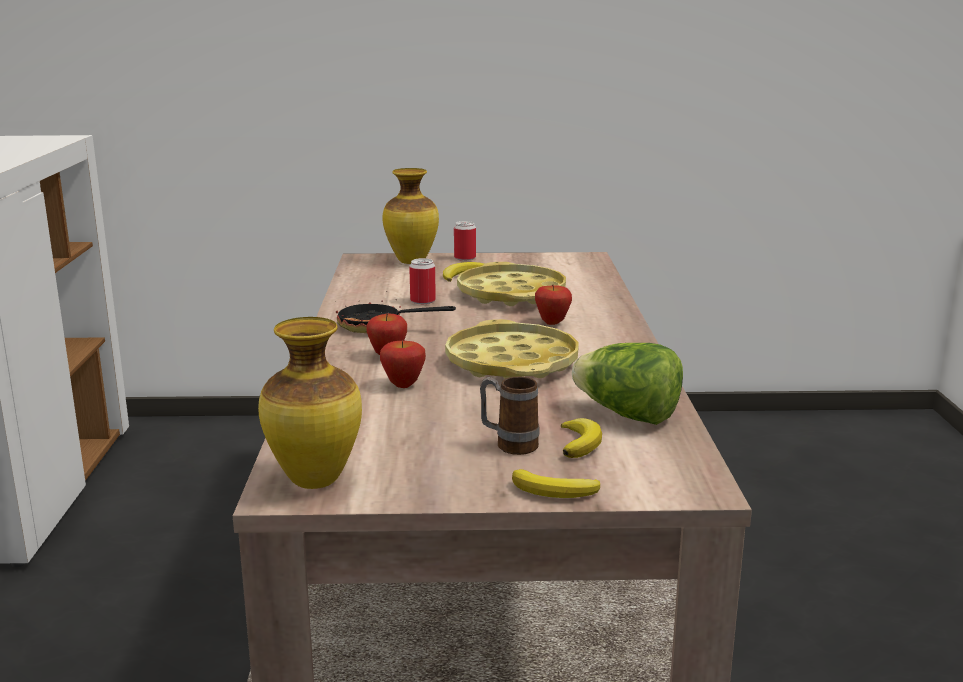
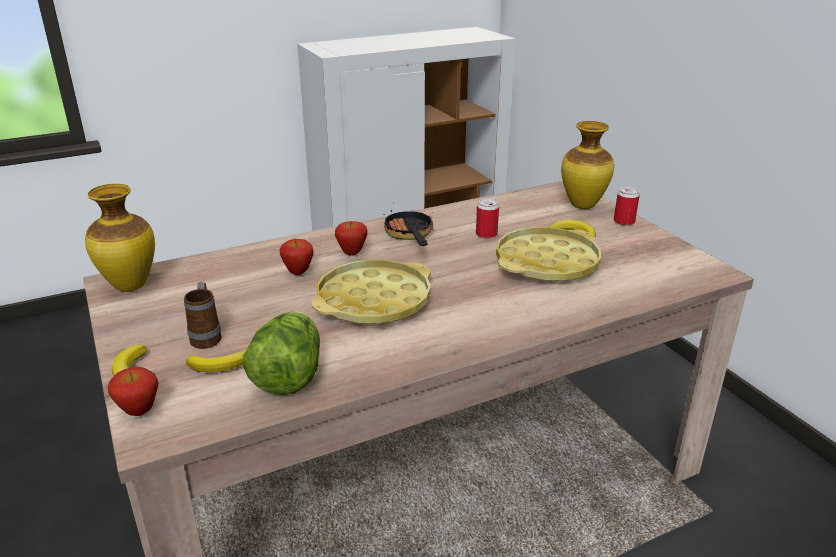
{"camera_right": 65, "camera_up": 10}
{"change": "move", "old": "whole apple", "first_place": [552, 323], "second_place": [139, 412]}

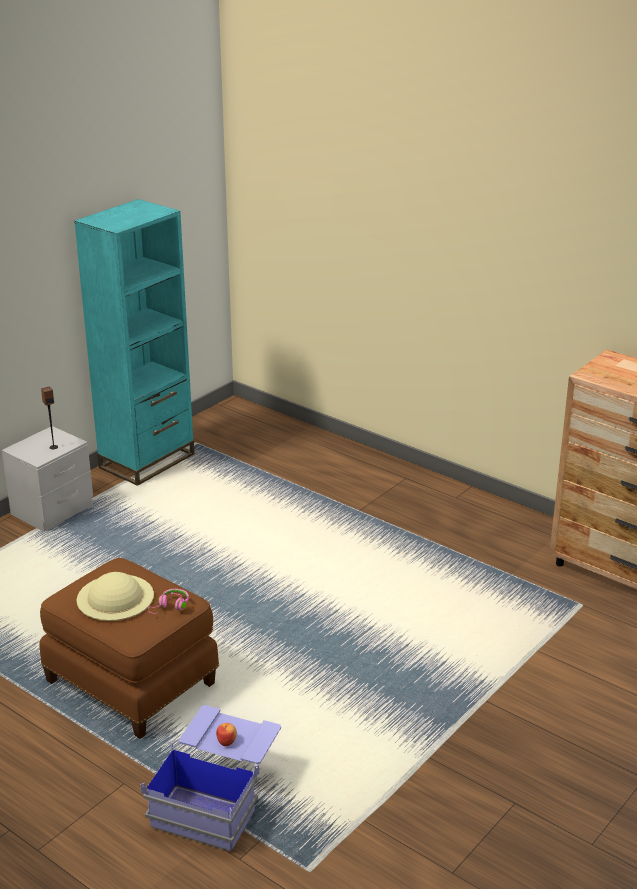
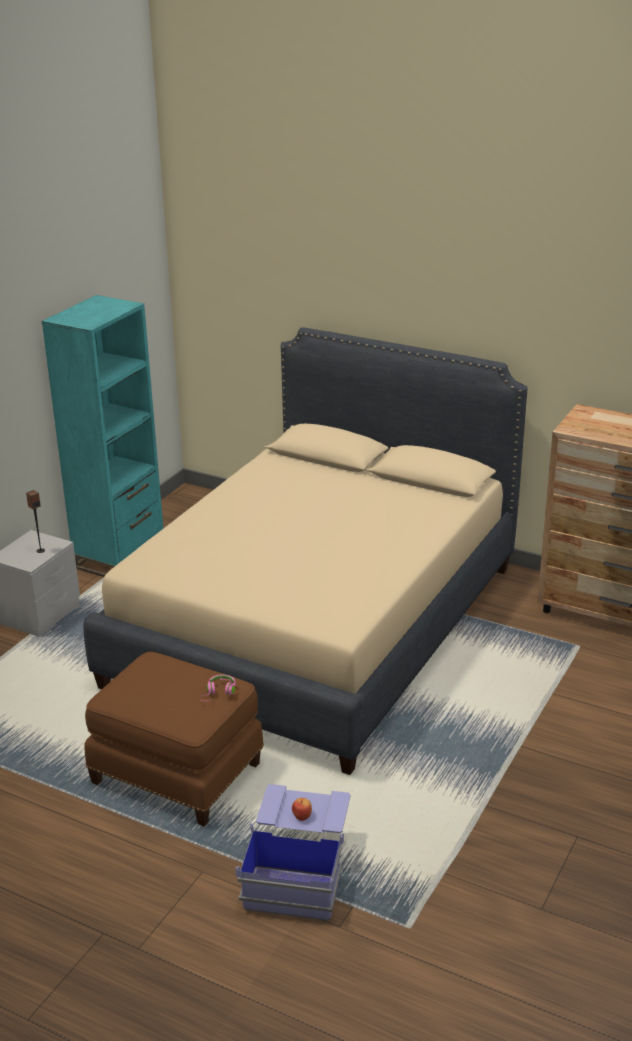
{"camera_right": -10, "camera_up": 0}
{"change": "delete", "old": "hat (sand-coloured)", "first_place": [115, 597]}
{"change": "insert", "new": "bed (sand-coloured)", "second_place": [318, 624]}

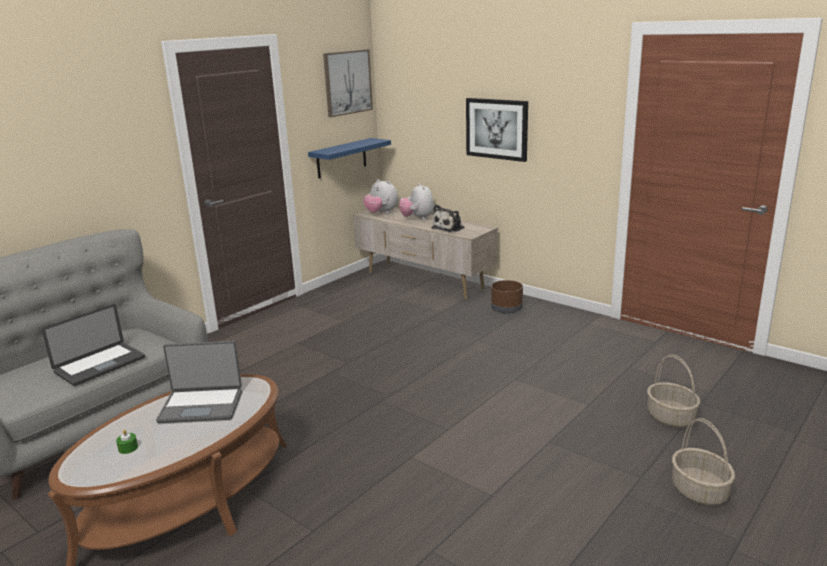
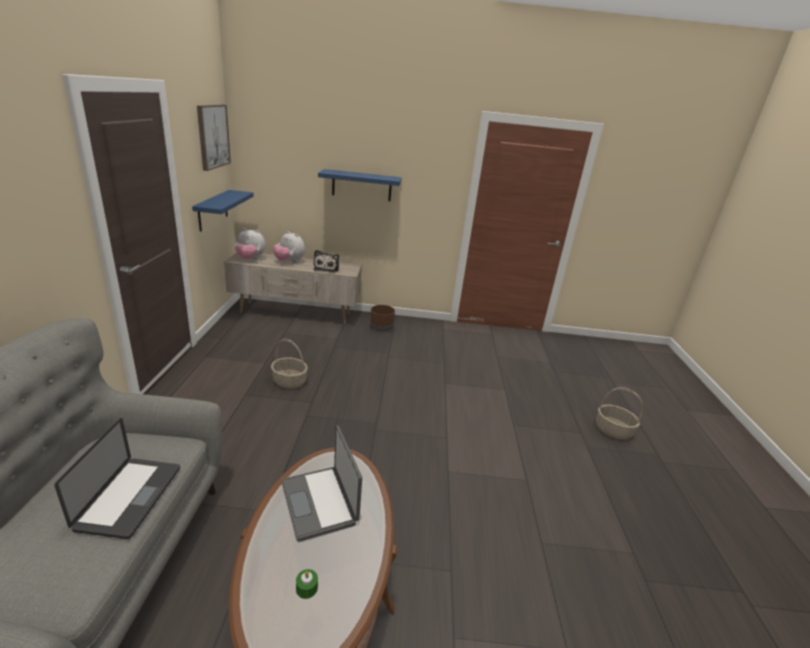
{"camera_right": -40, "camera_up": 5}
{"change": "rotate", "old": "notebook computer", "first_place": [202, 405], "second_place": [320, 502], "degrees": 105}
{"change": "replace", "old": "picture", "new": "wall shelf (bluish)", "first_place": [497, 129], "second_place": [361, 185]}
{"change": "move", "old": "household basket", "first_place": [671, 418], "second_place": [290, 381]}

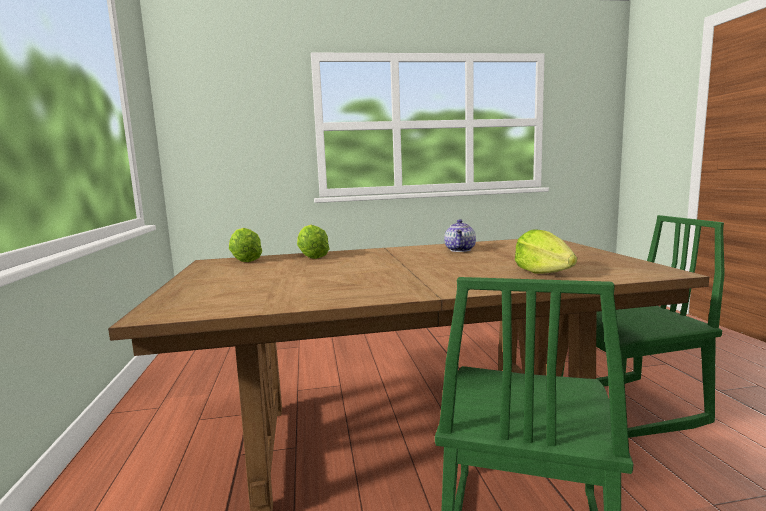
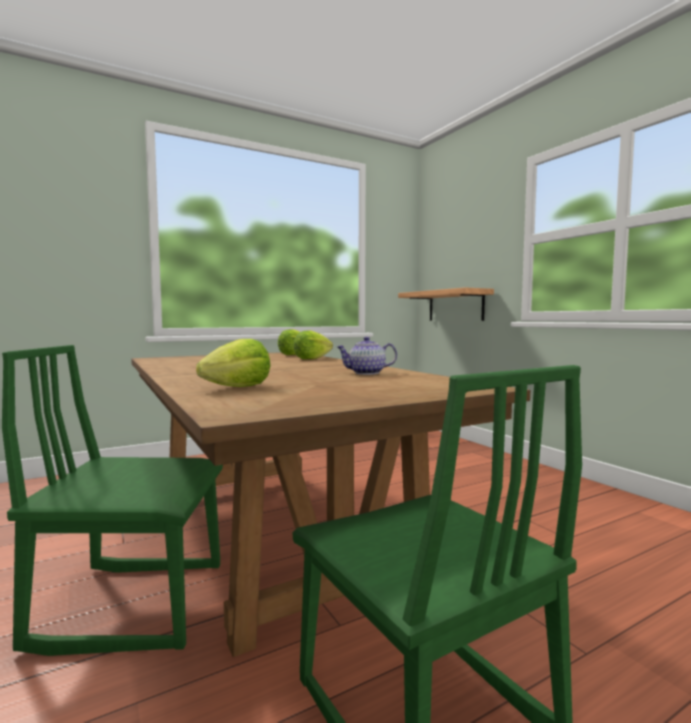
{"camera_right": 70, "camera_up": -5}
{"change": "insert", "new": "wall shelf", "second_place": [455, 306]}

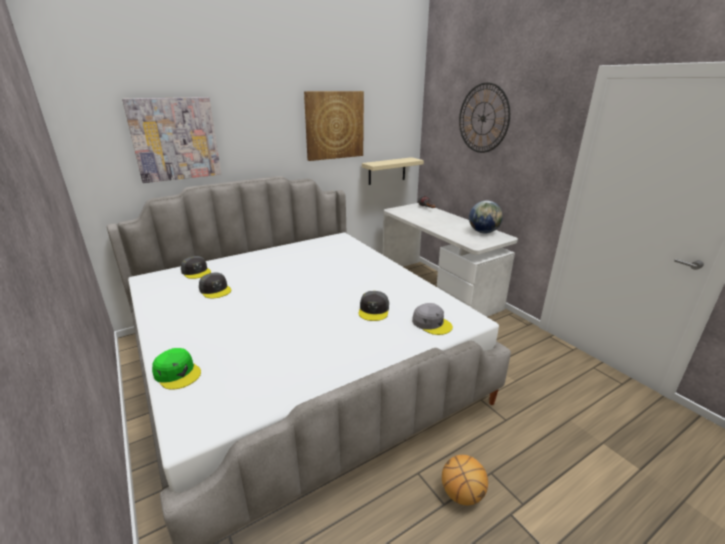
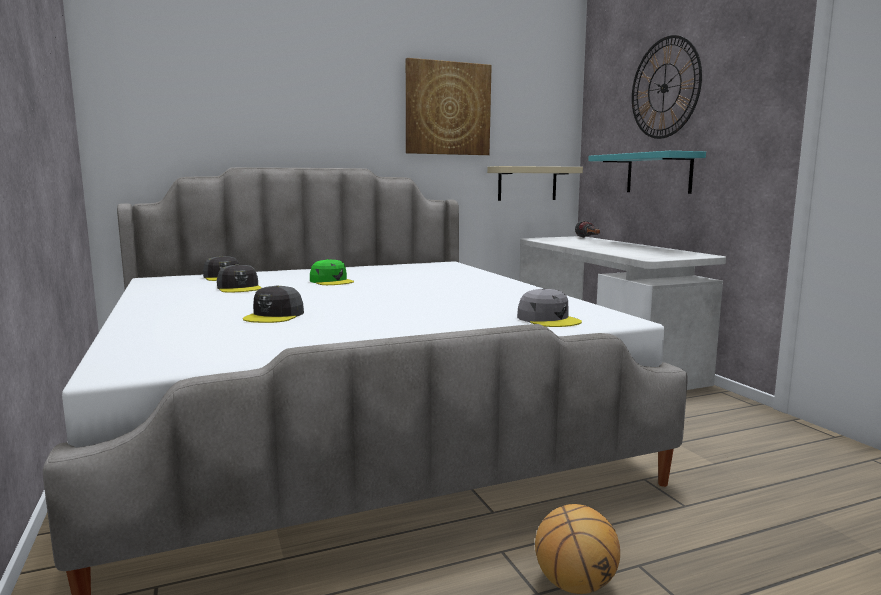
{"camera_right": 10, "camera_up": -15}
{"change": "delete", "old": "picture", "first_place": [175, 139]}
{"change": "move", "old": "cap (greenish)", "first_place": [177, 373], "second_place": [332, 281]}
{"change": "move", "old": "cap (grey)", "first_place": [374, 310], "second_place": [274, 316]}
{"change": "delete", "old": "globe", "first_place": [483, 232]}
{"change": "insert", "new": "wall shelf (turquoise)", "second_place": [658, 173]}

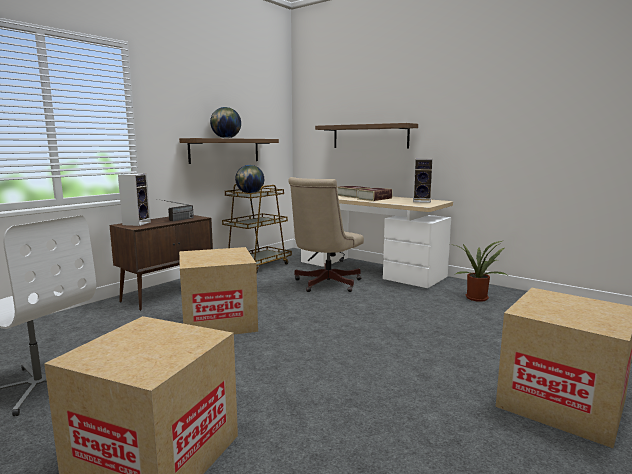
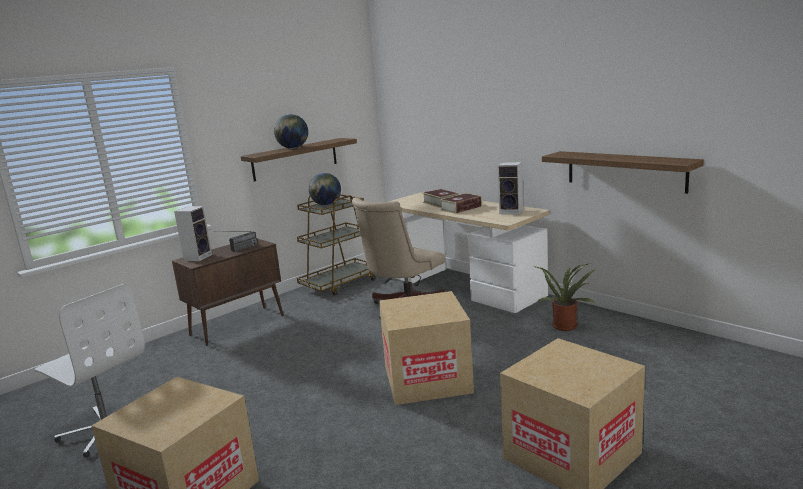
{"camera_right": 10, "camera_up": 5}
{"change": "move", "old": "carton", "first_place": [218, 322], "second_place": [427, 379]}
{"change": "move", "old": "wall shelf", "first_place": [370, 136], "second_place": [625, 171]}

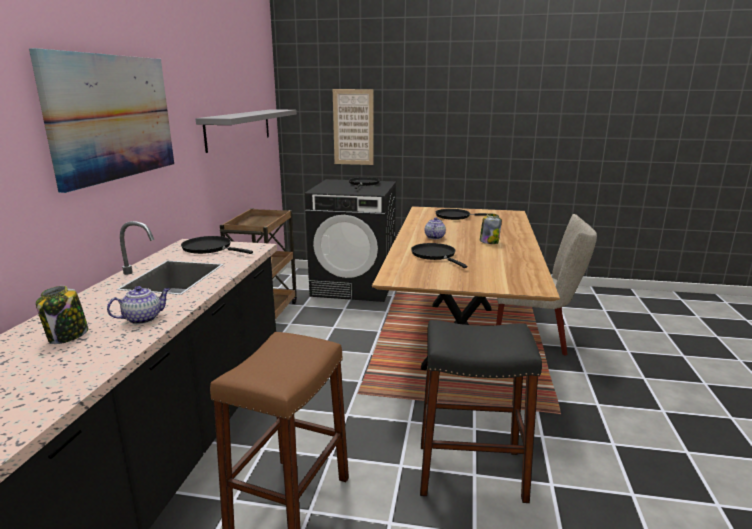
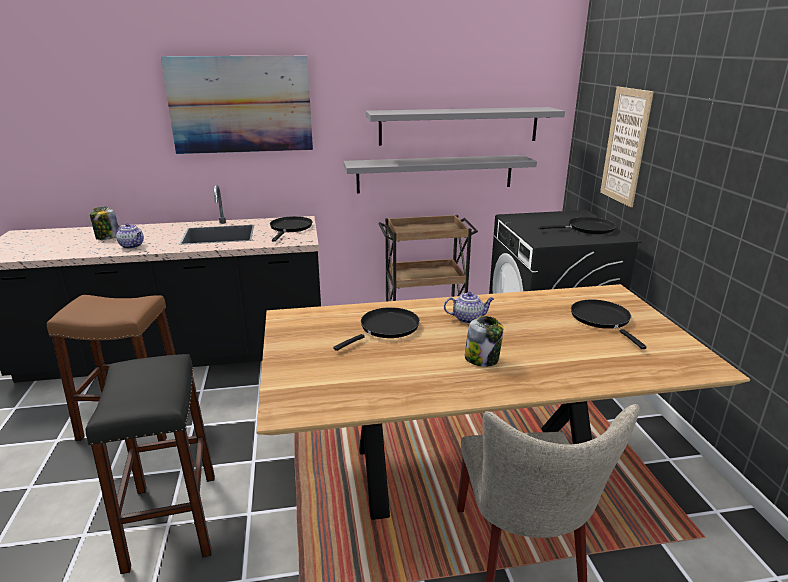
{"camera_right": 70, "camera_up": 5}
{"change": "insert", "new": "wall shelf (grey)", "second_place": [435, 173]}

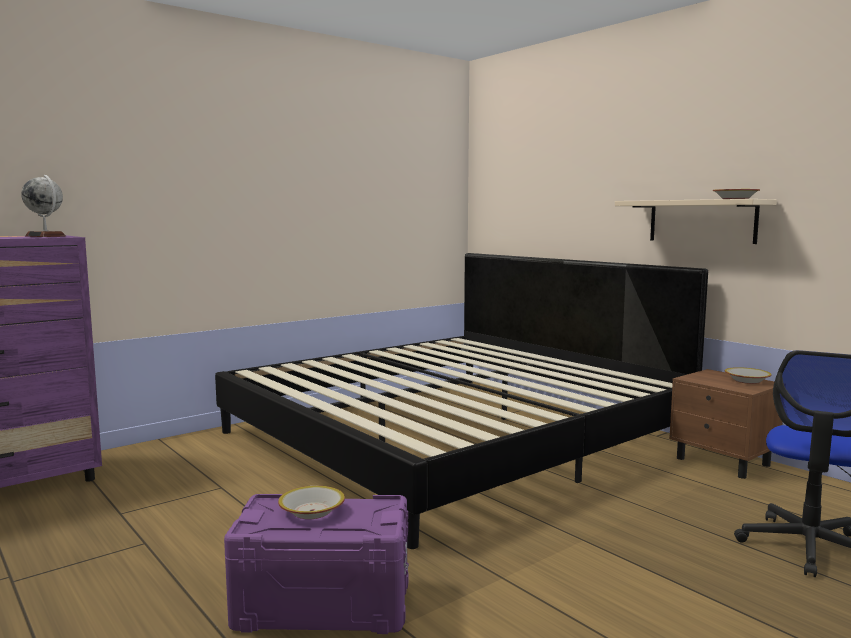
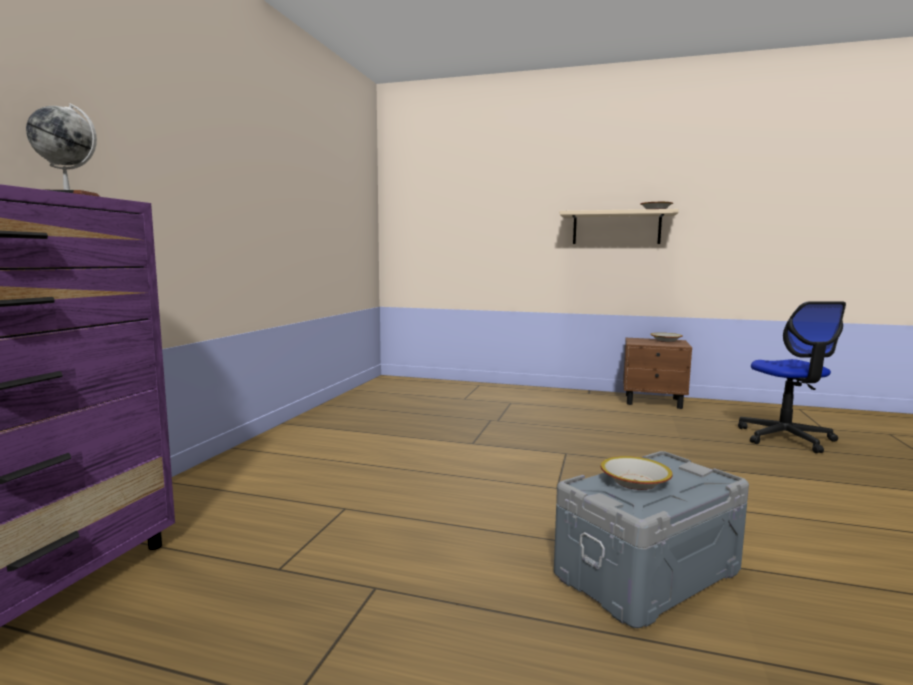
{"camera_right": -35, "camera_up": 0}
{"change": "delete", "old": "bed", "first_place": [451, 437]}
{"change": "recolor", "old": "storage bin (purple)", "new": "storage bin (grey)", "first_place": [323, 605], "second_place": [649, 574]}

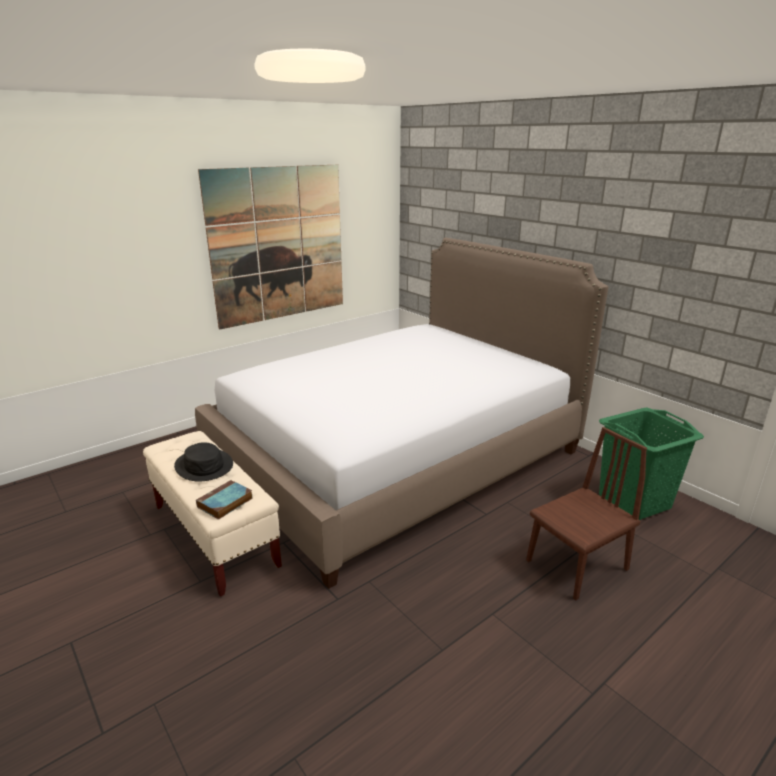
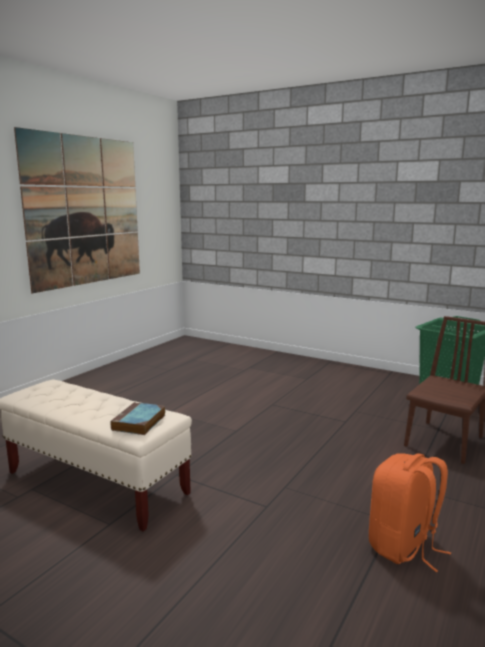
{"camera_right": -20, "camera_up": -10}
{"change": "delete", "old": "hat (black-coloured)", "first_place": [204, 466]}
{"change": "delete", "old": "bed", "first_place": [396, 458]}
{"change": "insert", "new": "knapsack (orangey)", "second_place": [403, 546]}

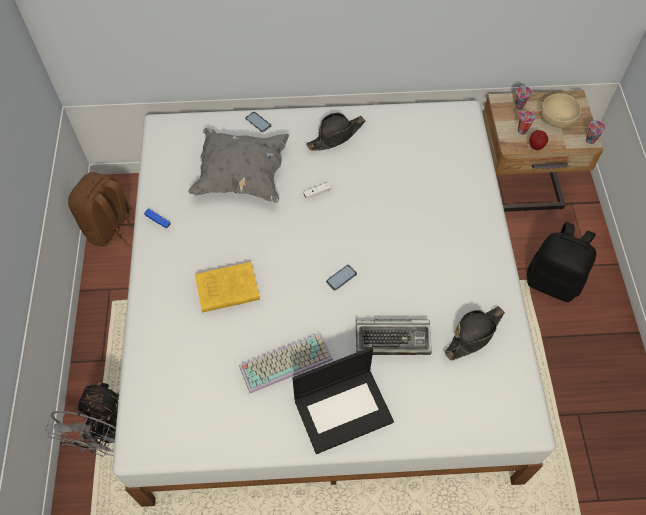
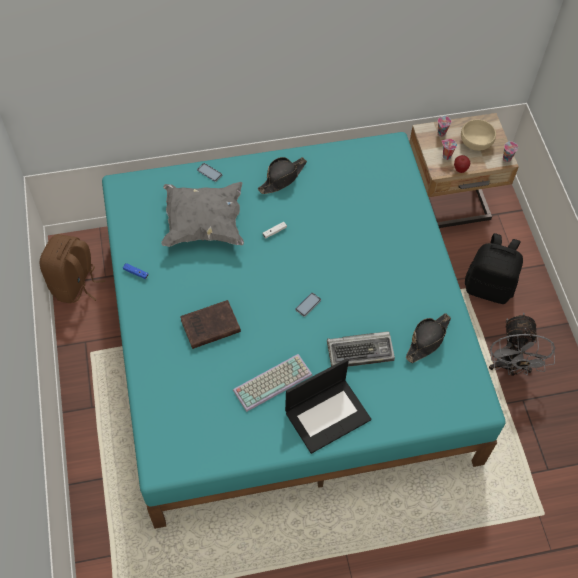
{"camera_right": -10, "camera_up": 0}
{"change": "move", "old": "cooling fan (grey)", "first_place": [107, 438], "second_place": [509, 367]}
{"change": "recolor", "old": "bed (white)", "new": "bed (turquoise)", "first_place": [323, 312], "second_place": [288, 339]}
{"change": "recolor", "old": "book (yellow-coloured)", "new": "book (brown)", "first_place": [225, 289], "second_place": [209, 327]}

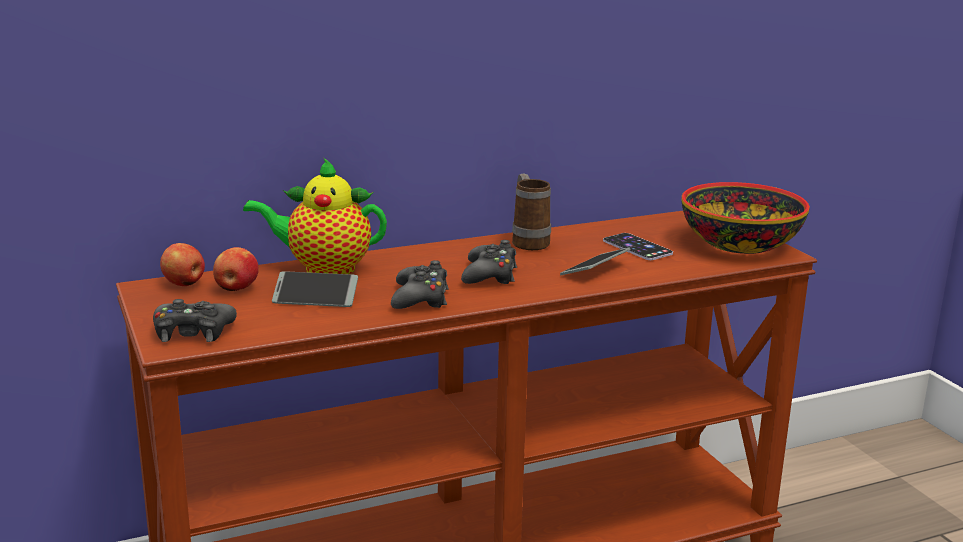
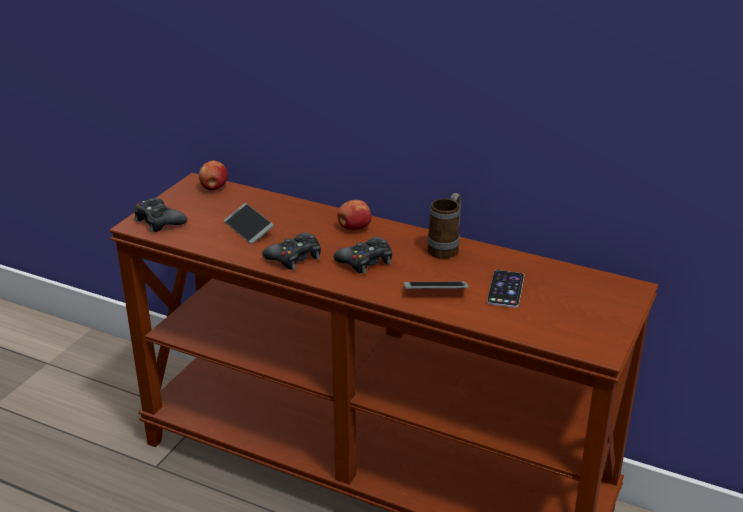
{"camera_right": 50, "camera_up": 10}
{"change": "move", "old": "whole apple", "first_place": [236, 289], "second_place": [354, 228]}
{"change": "delete", "old": "teapot", "first_place": [323, 268]}
{"change": "delete", "old": "deep dish", "first_place": [741, 244]}

